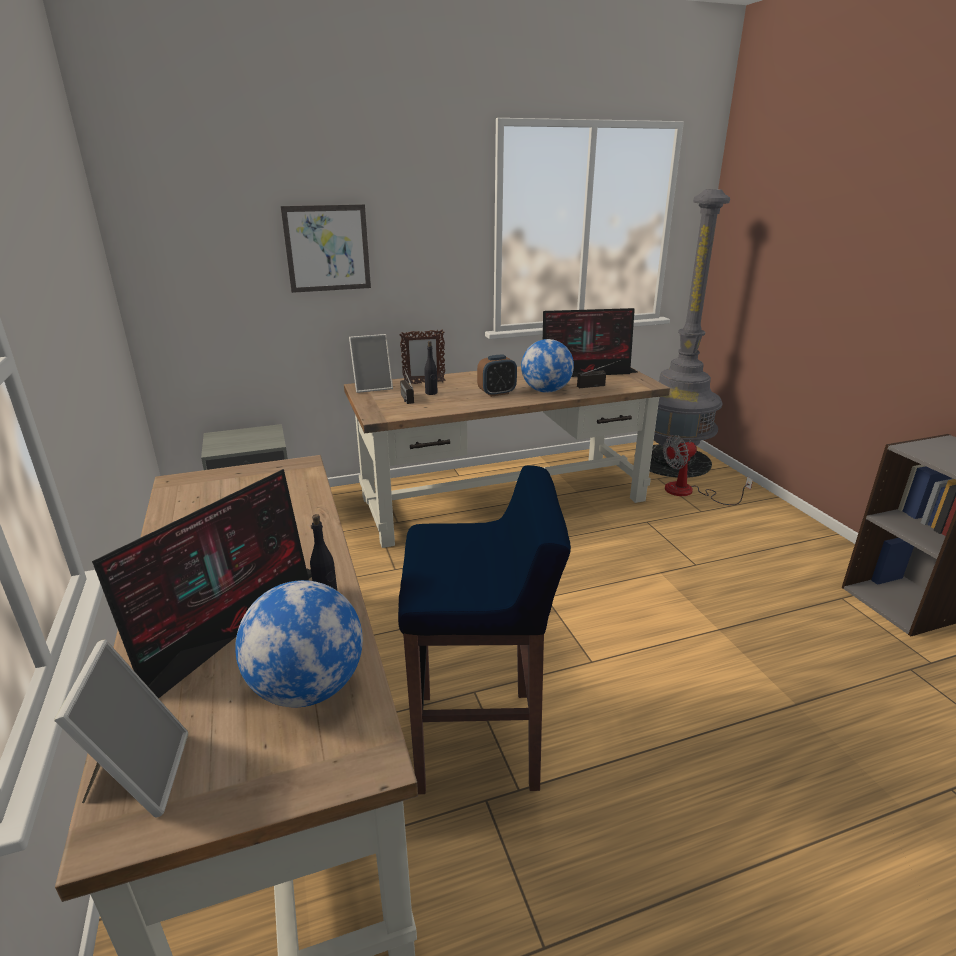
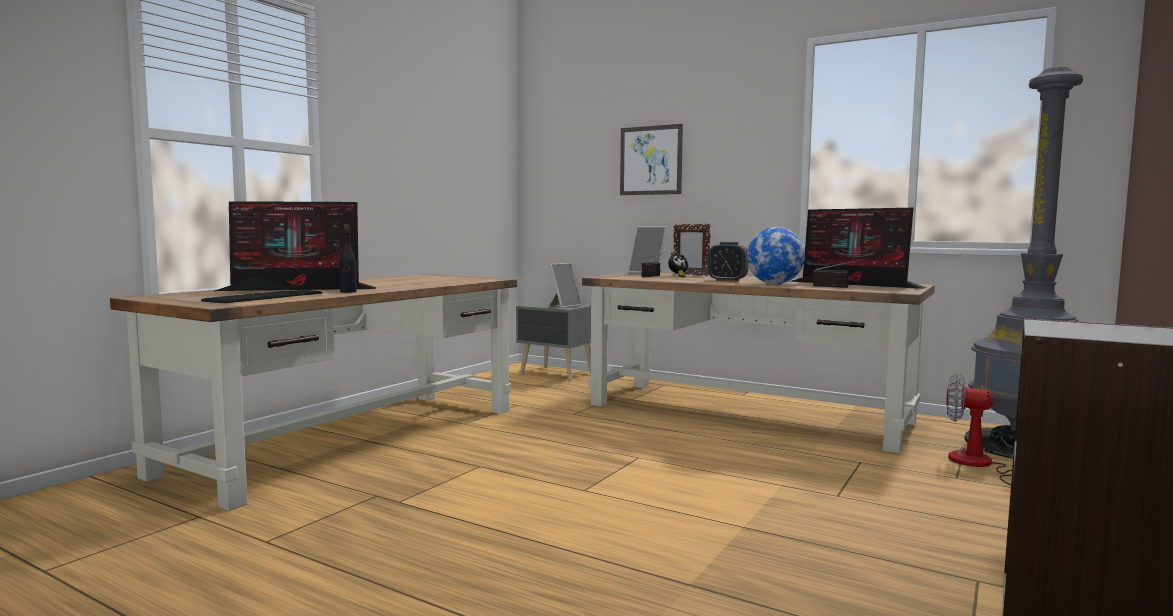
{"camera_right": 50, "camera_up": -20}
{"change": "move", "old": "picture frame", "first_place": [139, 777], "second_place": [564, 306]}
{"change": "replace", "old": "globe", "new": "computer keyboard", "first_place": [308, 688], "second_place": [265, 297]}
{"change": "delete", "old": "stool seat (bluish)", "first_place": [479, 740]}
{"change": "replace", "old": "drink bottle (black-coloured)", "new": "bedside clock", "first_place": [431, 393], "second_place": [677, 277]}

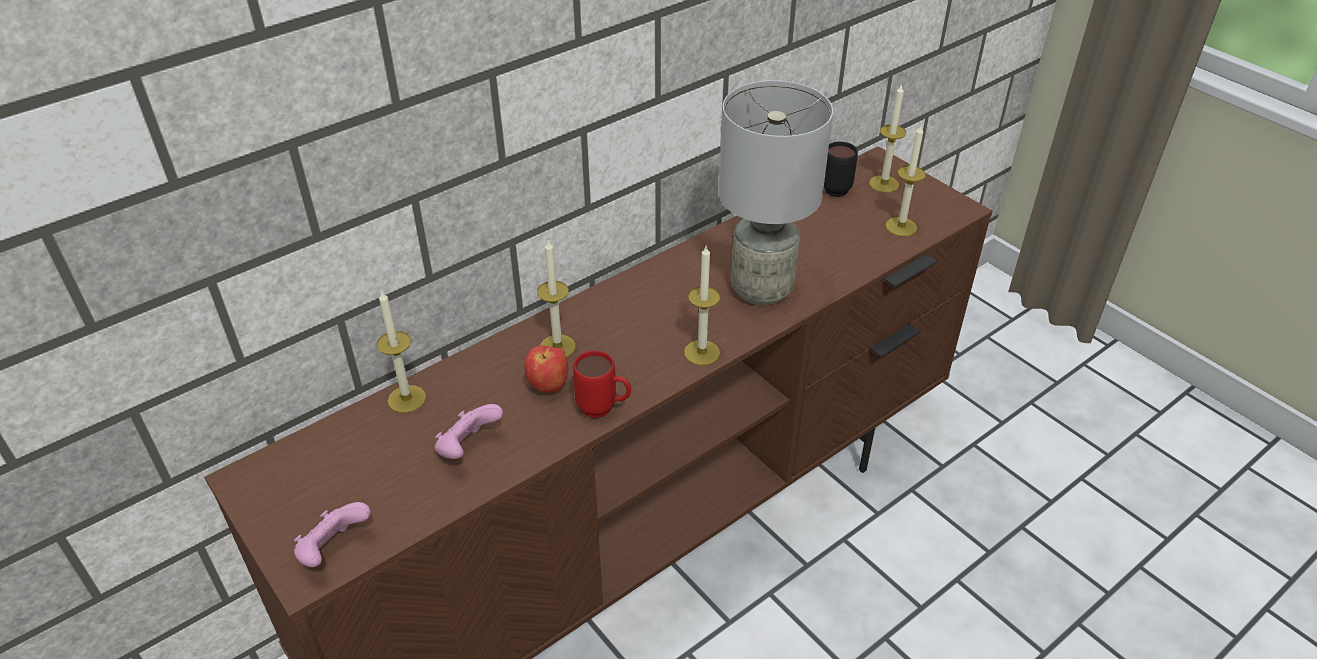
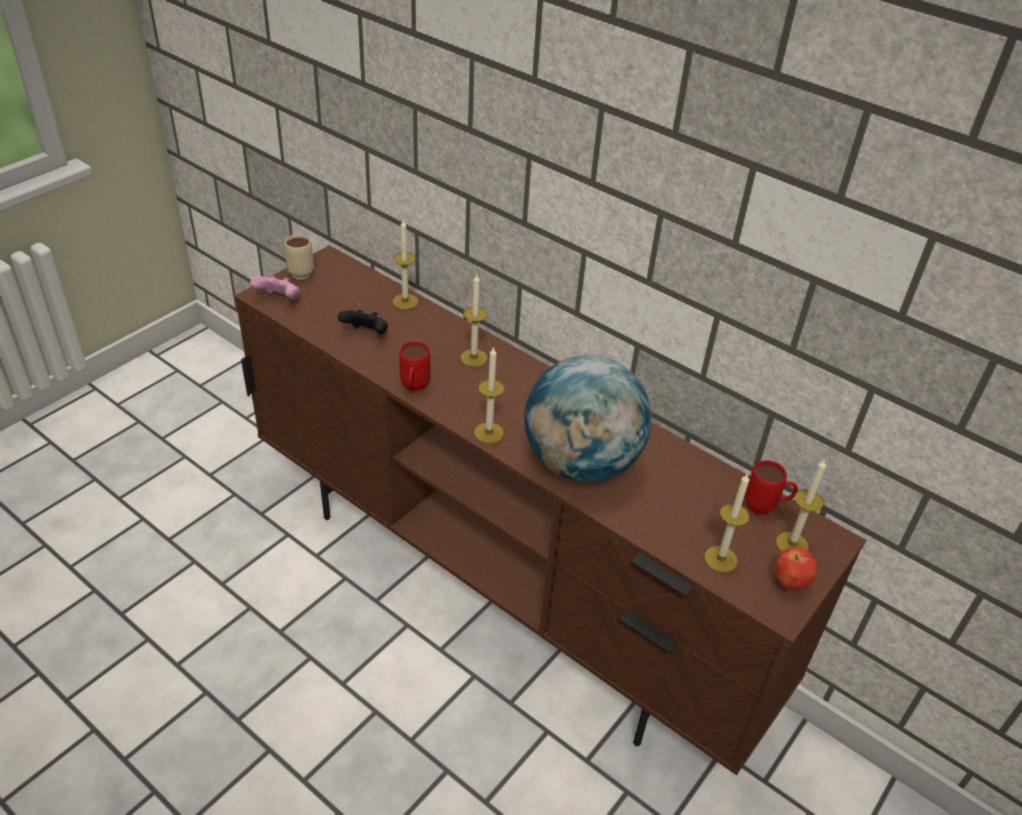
{"camera_right": 75, "camera_up": 0}
{"change": "recolor", "old": "game controller (pink)", "new": "game controller (black-coloured)", "first_place": [468, 448], "second_place": [366, 334]}
{"change": "move", "old": "whole apple", "first_place": [549, 387], "second_place": [789, 584]}
{"change": "replace", "old": "table lamp (grey)", "new": "globe", "first_place": [763, 290], "second_place": [580, 463]}
{"change": "recolor", "old": "tea mug (black-coloured)", "new": "tea mug (reddish)", "first_place": [838, 187], "second_place": [765, 508]}
{"change": "insert", "new": "tea mug (sand-coloured)", "second_place": [300, 271]}

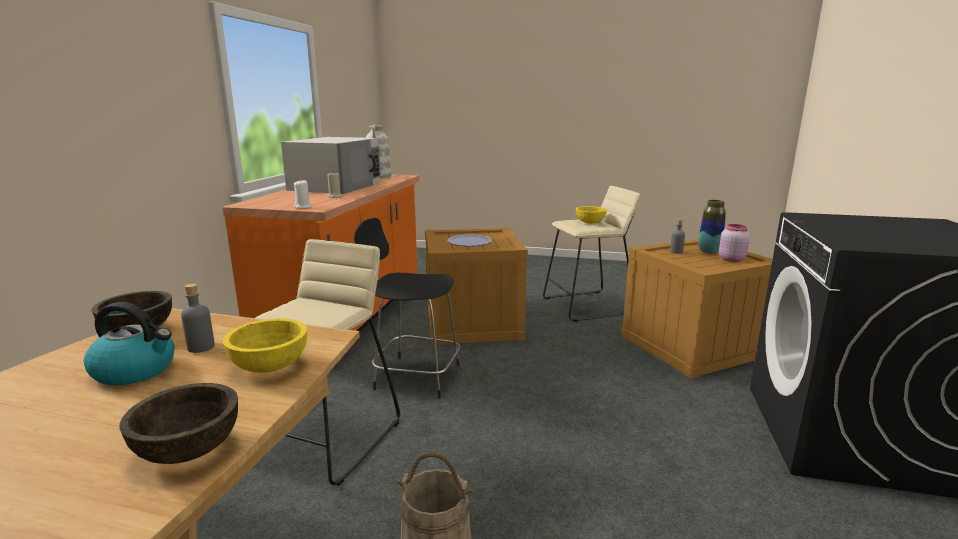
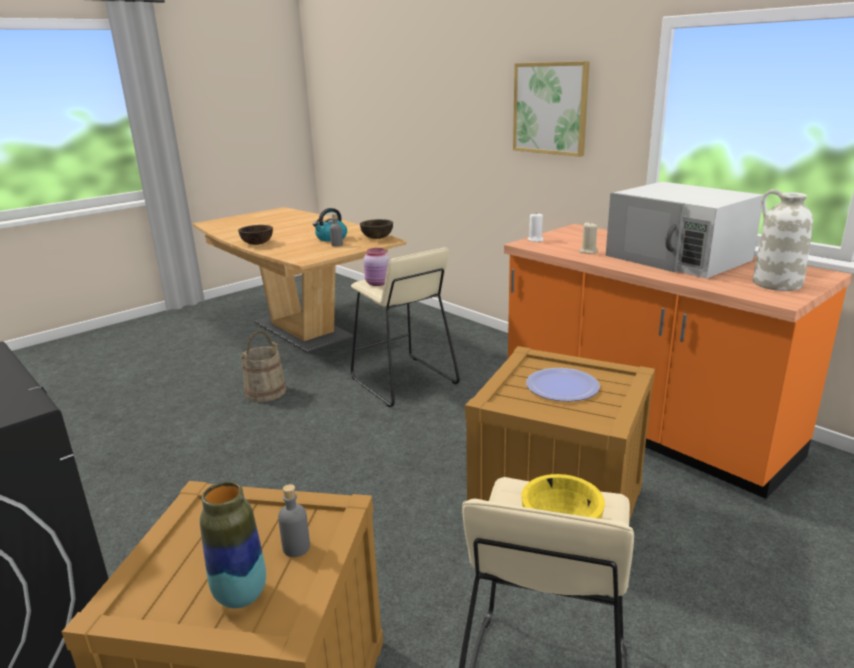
{"camera_right": 125, "camera_up": 5}
{"change": "delete", "old": "deep dish (yellow-coloured)", "first_place": [269, 366]}
{"change": "delete", "old": "stool seat (black-coloured)", "first_place": [414, 376]}
{"change": "move", "old": "jar (pink)", "first_place": [731, 259], "second_place": [378, 283]}
{"change": "insert", "new": "picture", "second_place": [550, 108]}

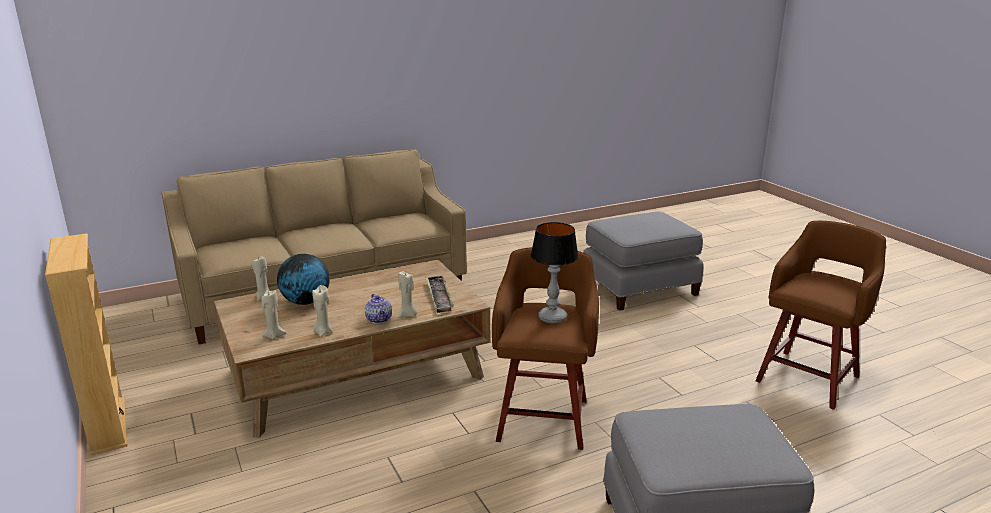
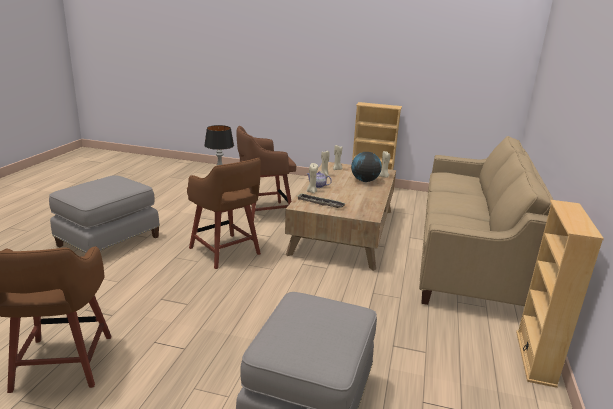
{"camera_right": 130, "camera_up": 0}
{"change": "insert", "new": "stool seat (brown)", "second_place": [264, 212]}
{"change": "insert", "new": "shelving unit (sand-coloured)", "second_place": [535, 358]}

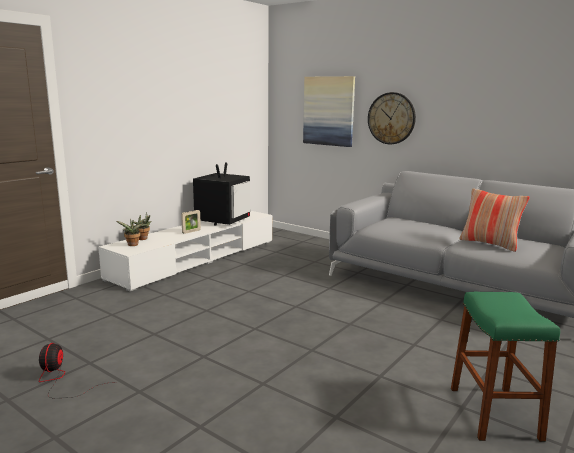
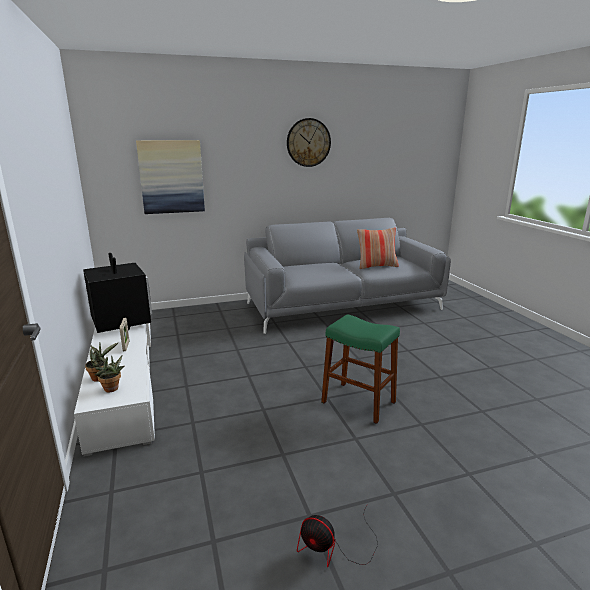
{"camera_right": -55, "camera_up": 5}
{"change": "move", "old": "clock on the wall", "first_place": [391, 118], "second_place": [308, 142]}
{"change": "move", "old": "stool seat (greenish)", "first_place": [494, 413], "second_place": [358, 402]}

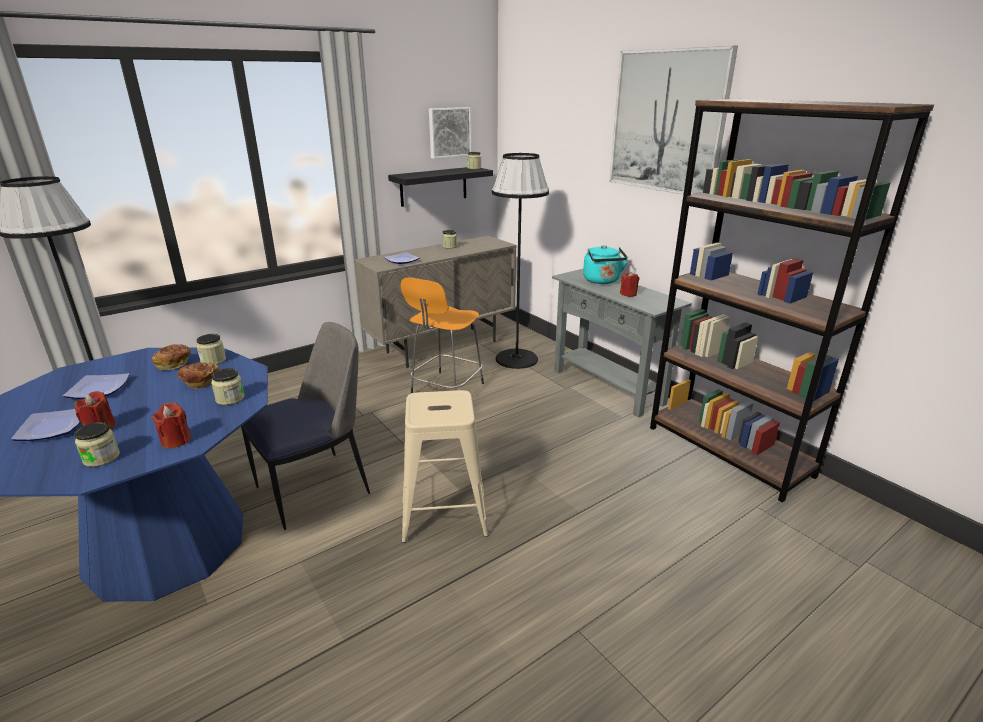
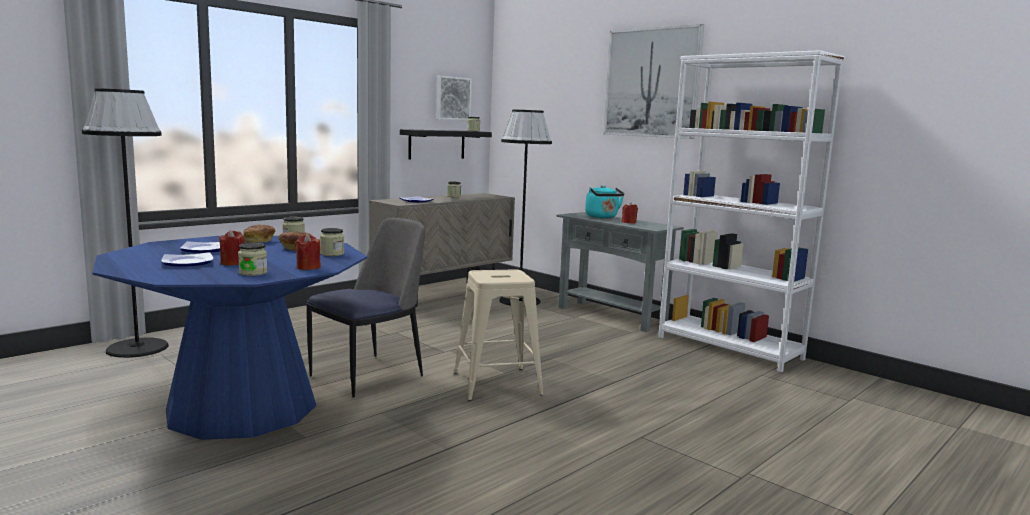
{"camera_right": -10, "camera_up": -15}
{"change": "delete", "old": "stool seat (orangey)", "first_place": [446, 390]}
{"change": "recolor", "old": "shelving unit (brown)", "new": "shelving unit (white)", "first_place": [728, 451], "second_place": [729, 348]}

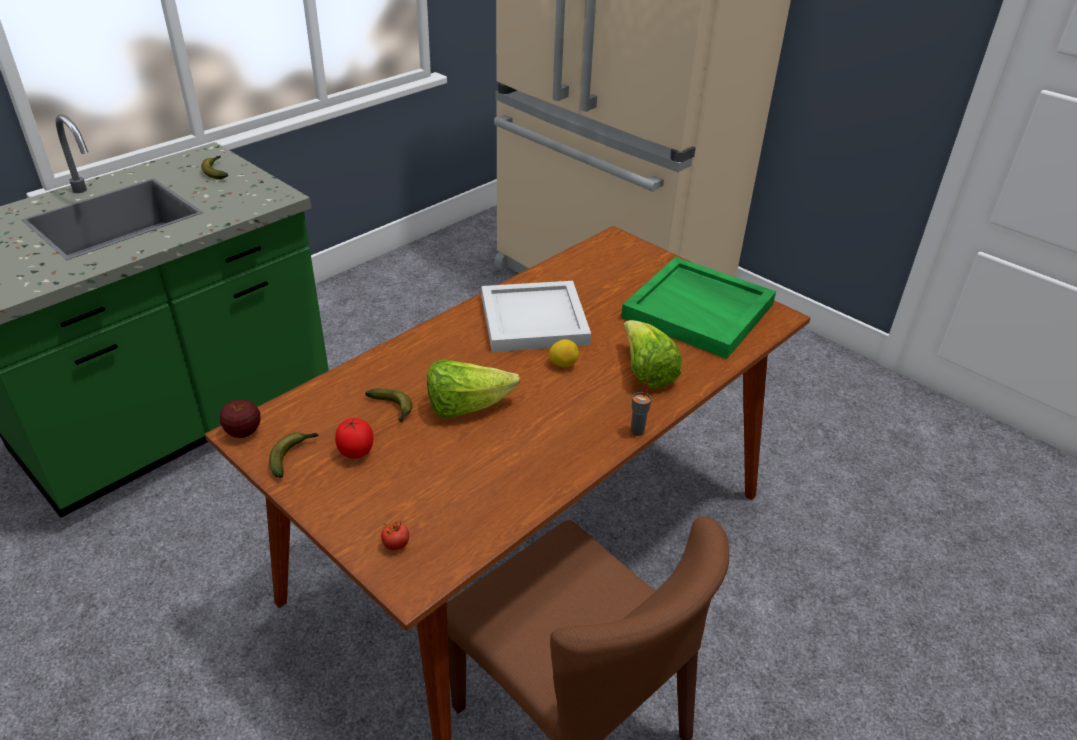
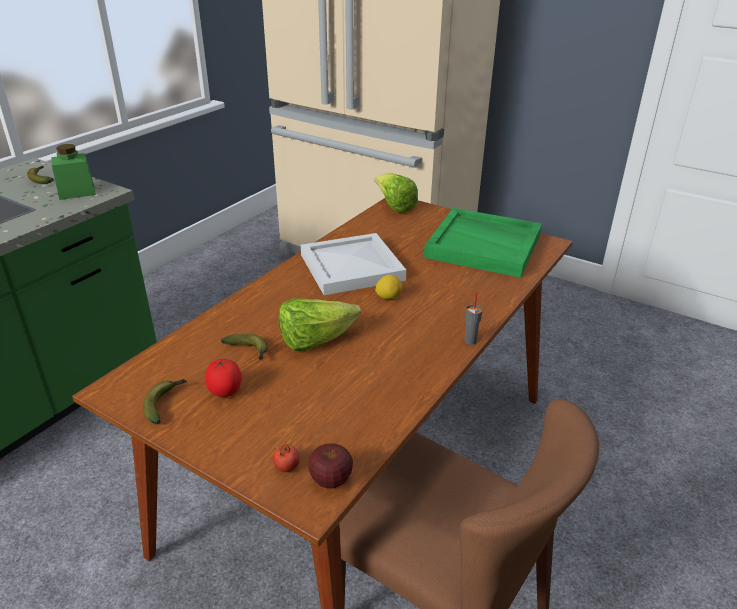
{"camera_right": -10, "camera_up": -5}
{"change": "move", "old": "whole apple", "first_place": [243, 432], "second_place": [331, 480]}
{"change": "move", "old": "lettuce", "first_place": [646, 372], "second_place": [394, 206]}
{"change": "insert", "new": "jar (greenish)", "second_place": [77, 192]}

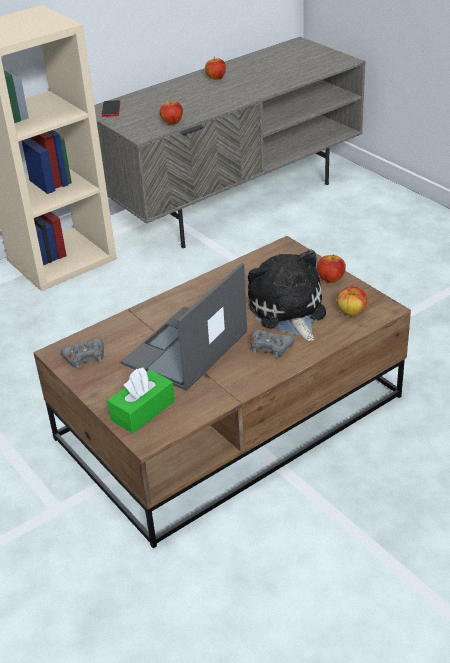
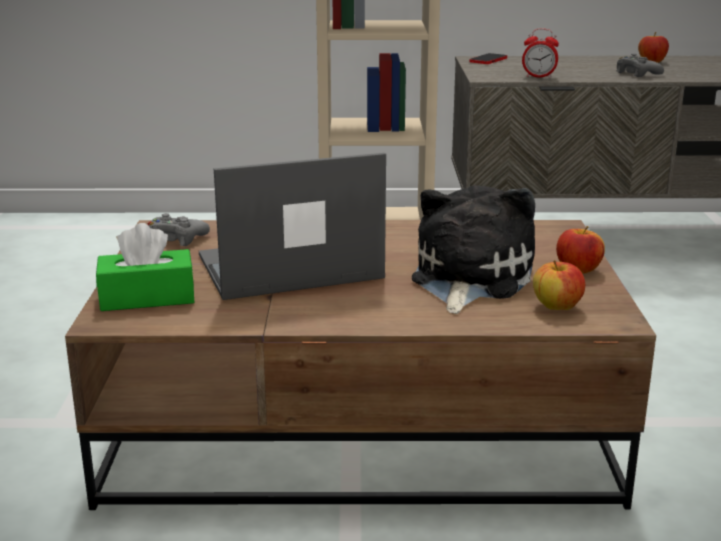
{"camera_right": 35, "camera_up": -15}
{"change": "replace", "old": "whole apple", "new": "bedside clock", "first_place": [172, 122], "second_place": [539, 77]}
{"change": "move", "old": "game controller (grey)", "first_place": [270, 347], "second_place": [637, 73]}

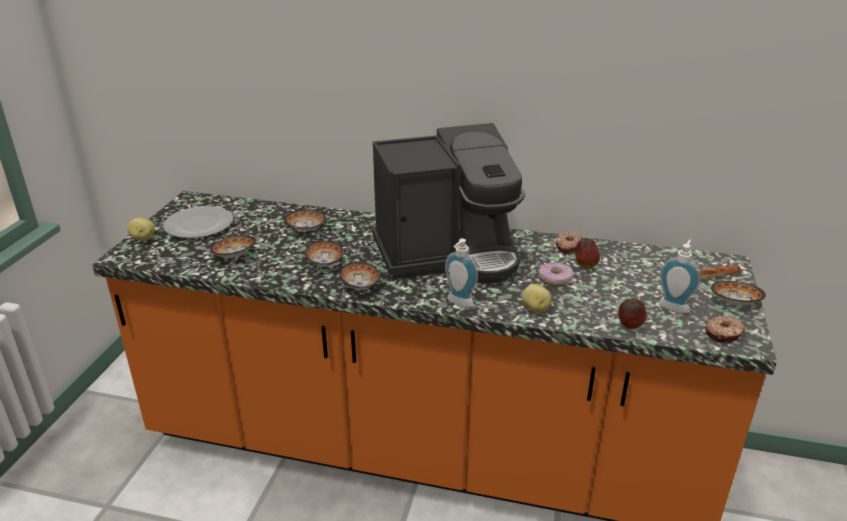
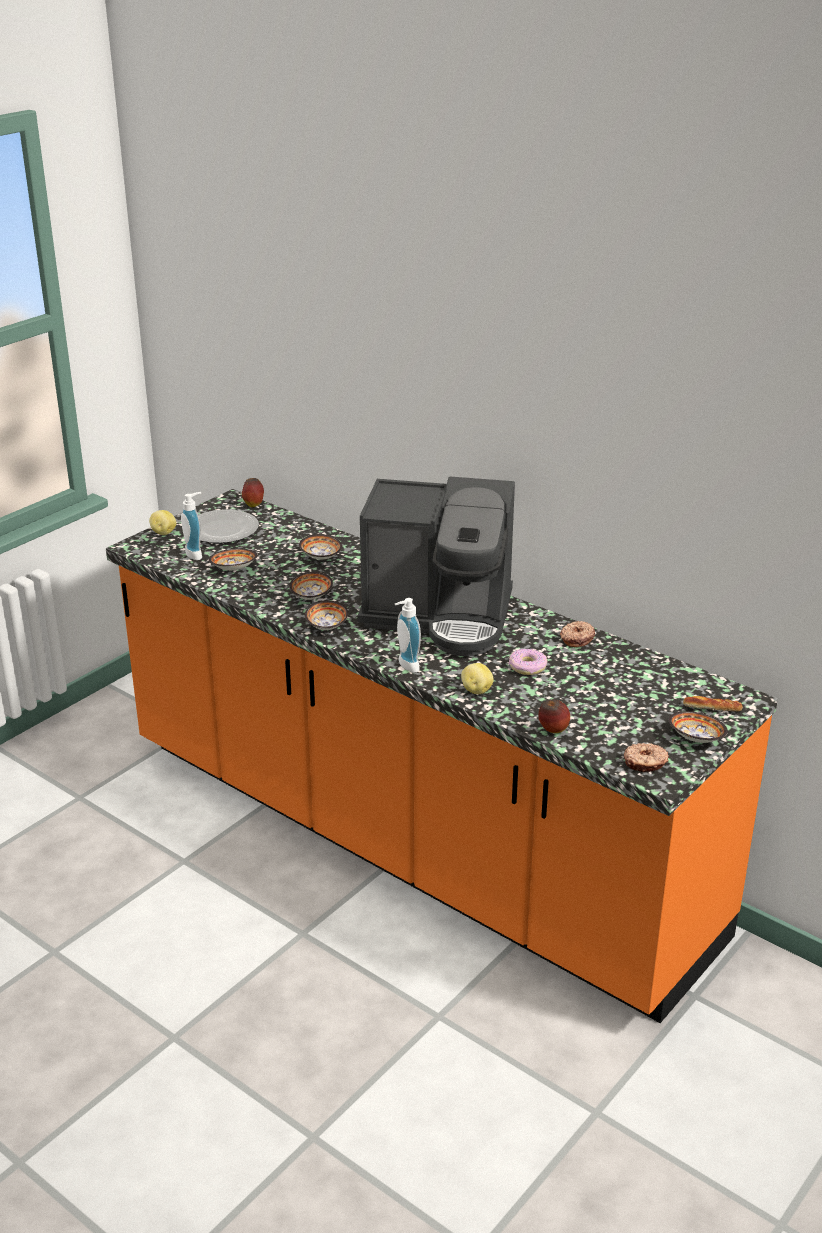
{"camera_right": 25, "camera_up": 0}
{"change": "move", "old": "whole apple", "first_place": [585, 266], "second_place": [253, 505]}
{"change": "move", "old": "liquid soap bottle", "first_place": [674, 306], "second_place": [196, 554]}

